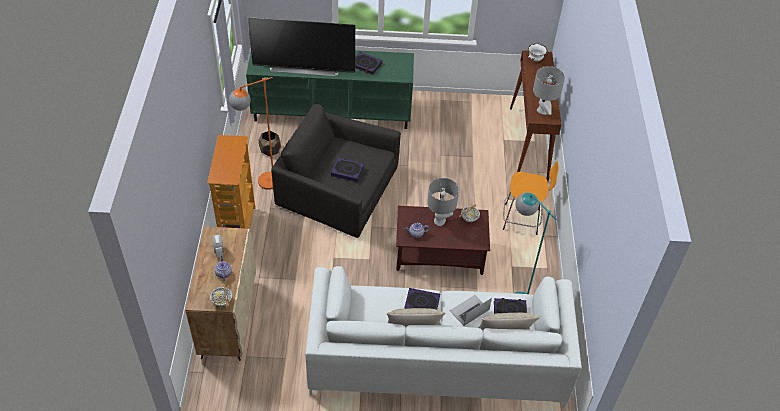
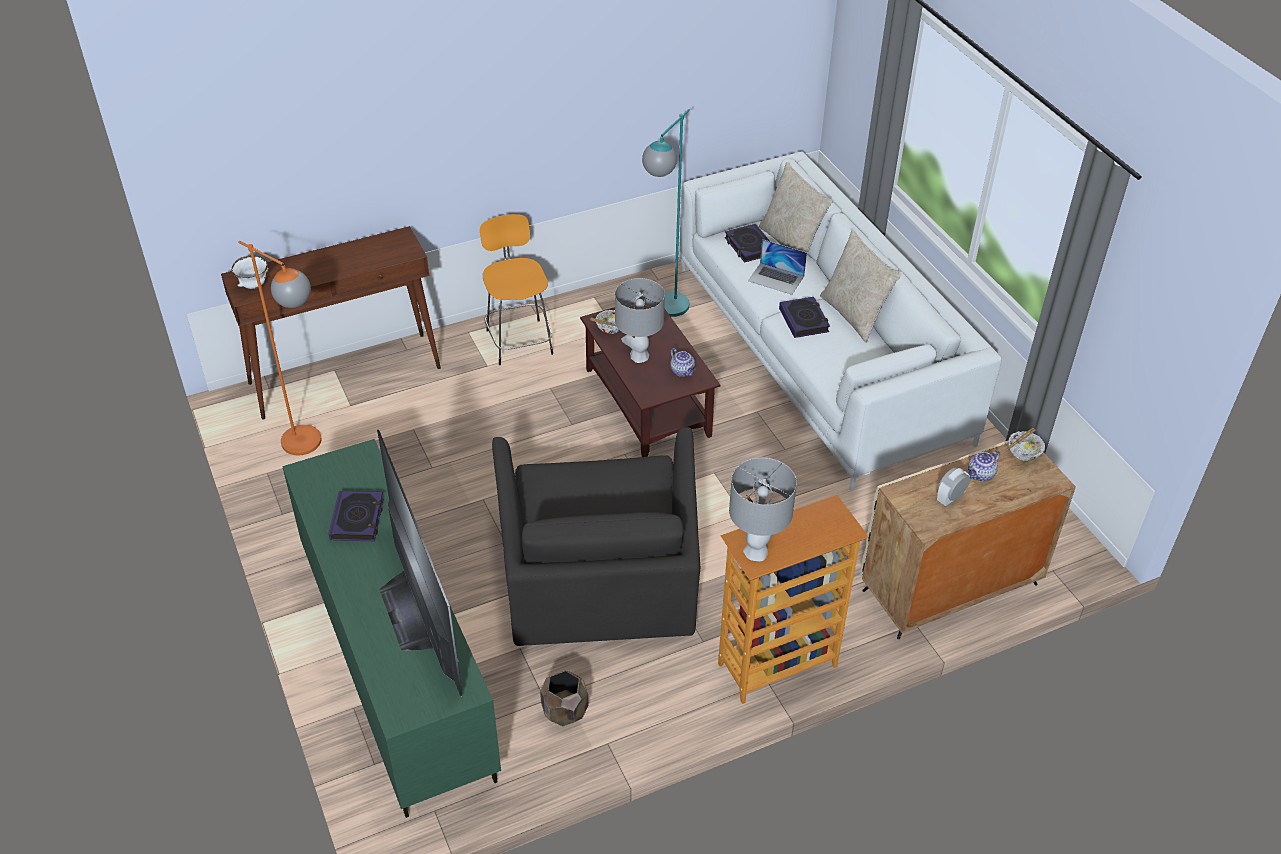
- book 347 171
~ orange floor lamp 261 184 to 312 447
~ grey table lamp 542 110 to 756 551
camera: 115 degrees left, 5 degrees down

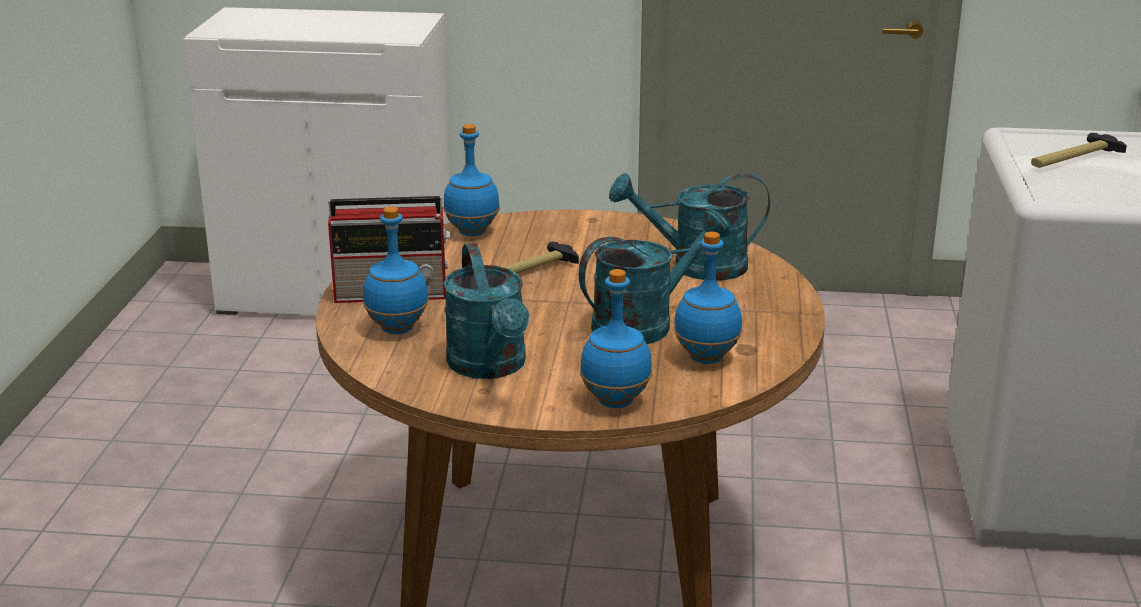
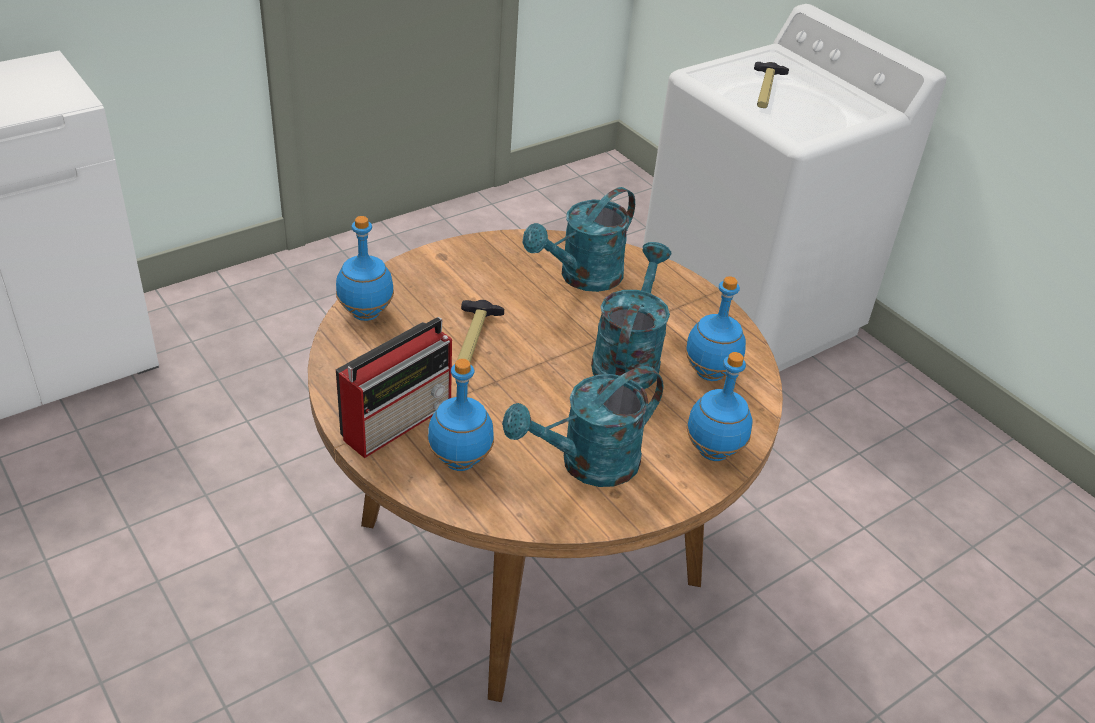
~ turquoise watering can 491 367 = 587 465 120 degrees clockwise
camera: 45 degrees left, 15 degrees up

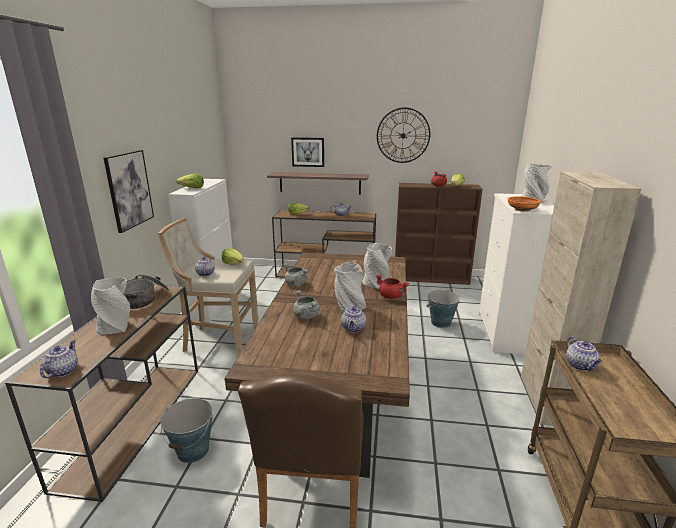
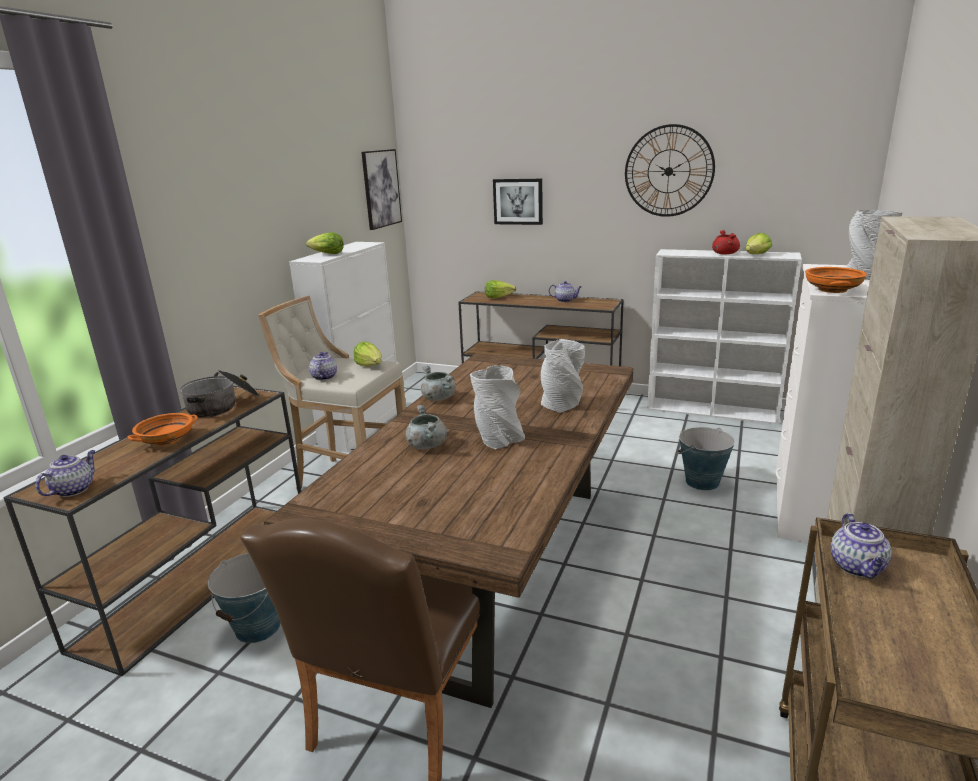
- shelf 320 183
- teapot 353 328
- red cooking pot 391 296
~ picture 129 190 to 381 188
~ grey vase 116 327 to orange bowl 167 439
~ brown bookcase 431 278 to white bookcase 713 410
camera: 15 degrees right, 0 degrees up

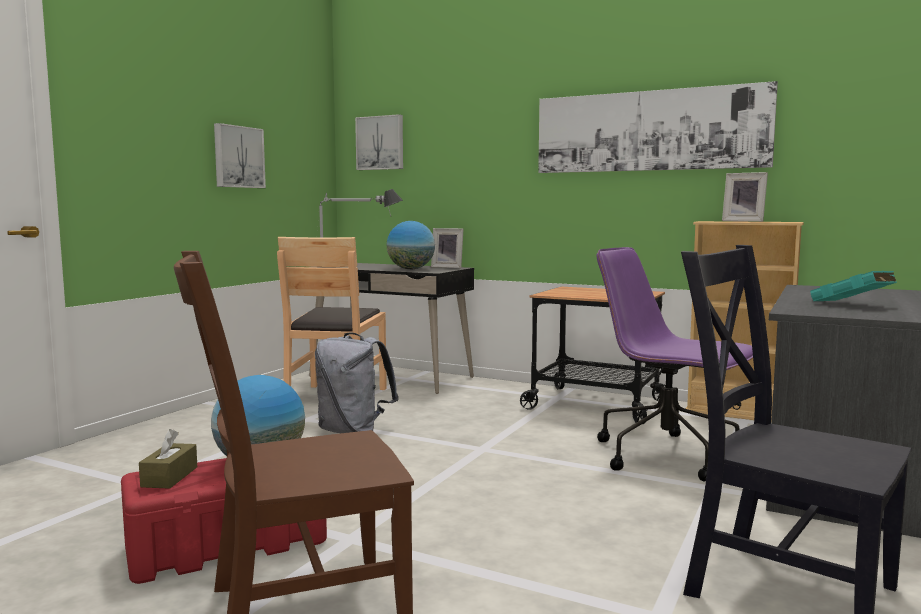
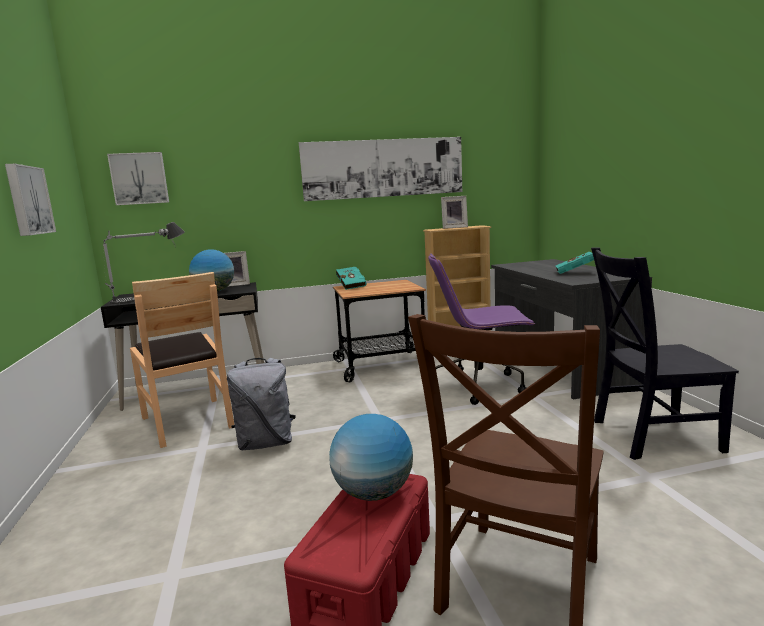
- brown tissue box 169 477
+ turquoise book 351 286
camera: 40 degrees left, 5 degrees up

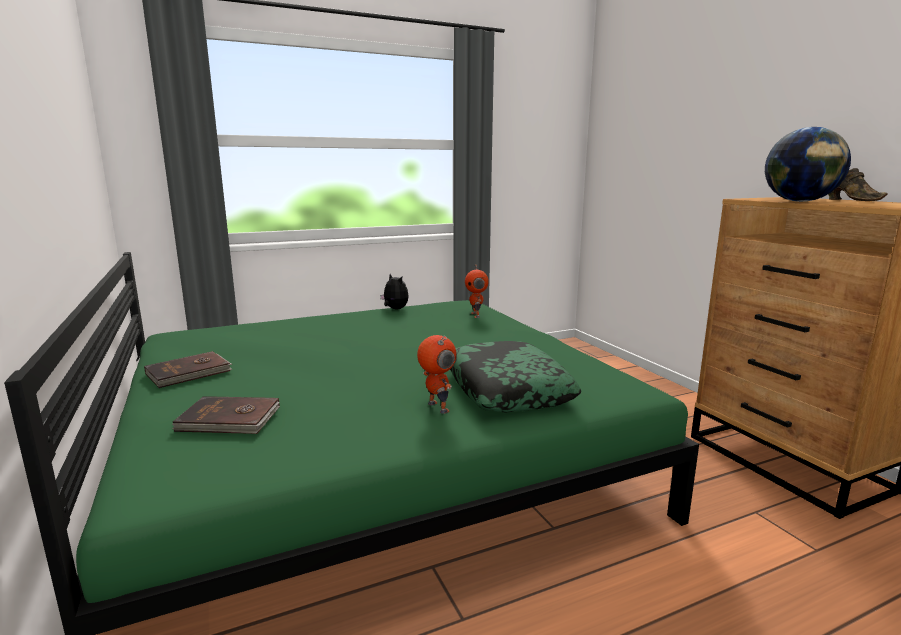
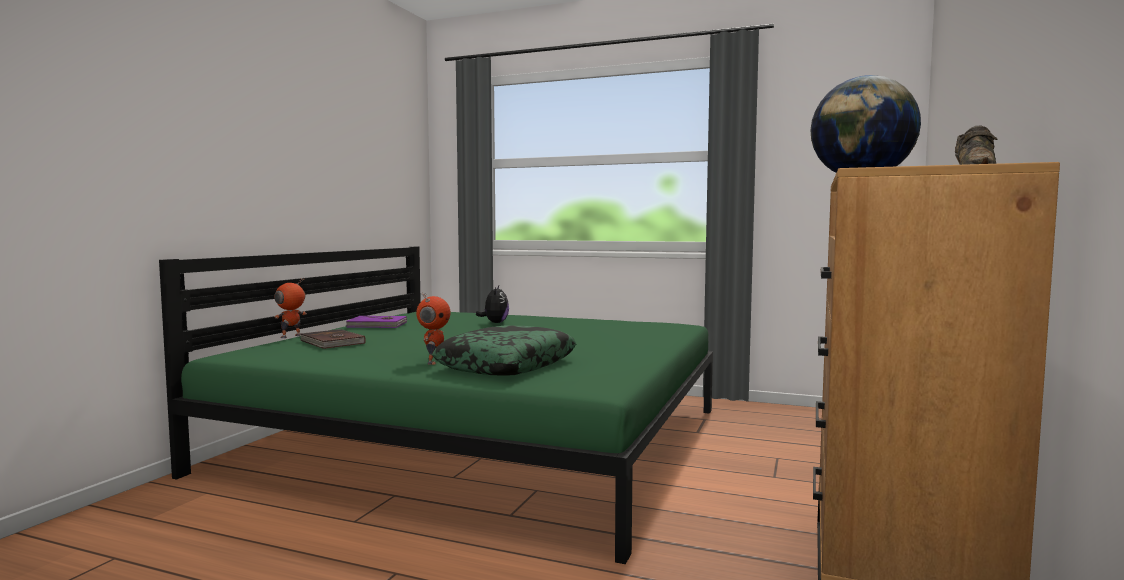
~ plush toy 394 309 to 495 323
~ toy robot 476 315 to 291 336
~ brown book 189 372 to purple book 377 325
camera: 45 degrees right, 10 degrees down

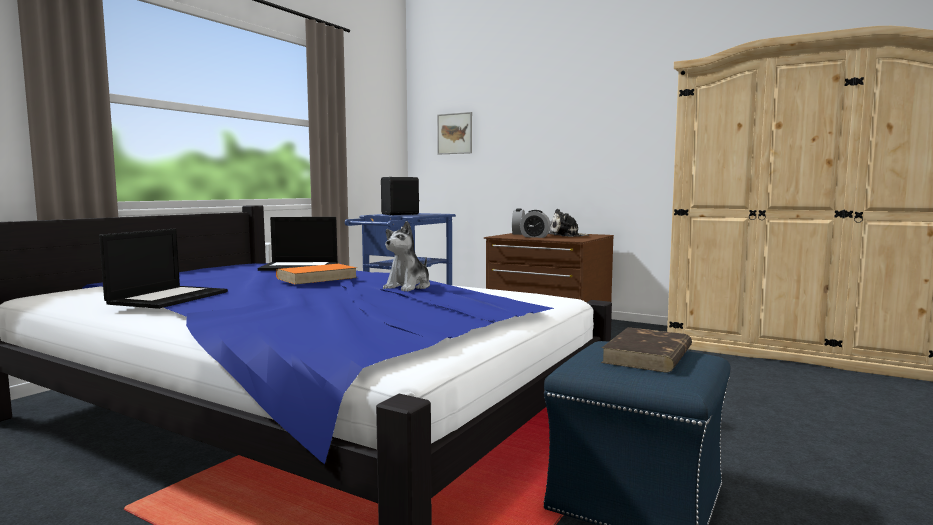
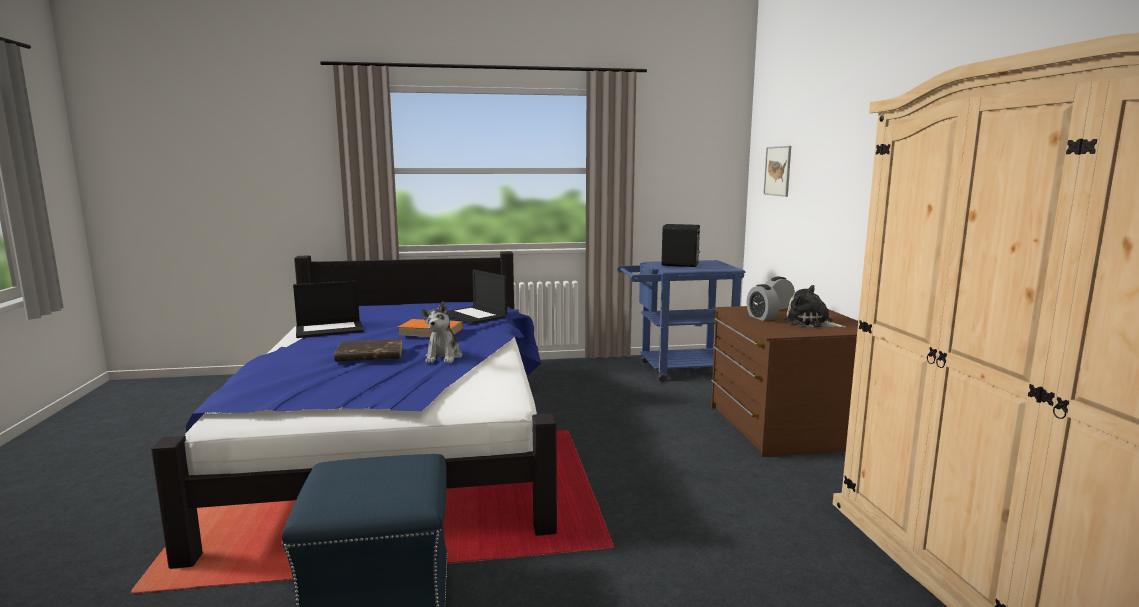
~ brown book 647 355 to 369 355
~ plush toy 408 287 = 443 357 75 degrees counterclockwise
camera: 50 degrees right, 5 degrees up

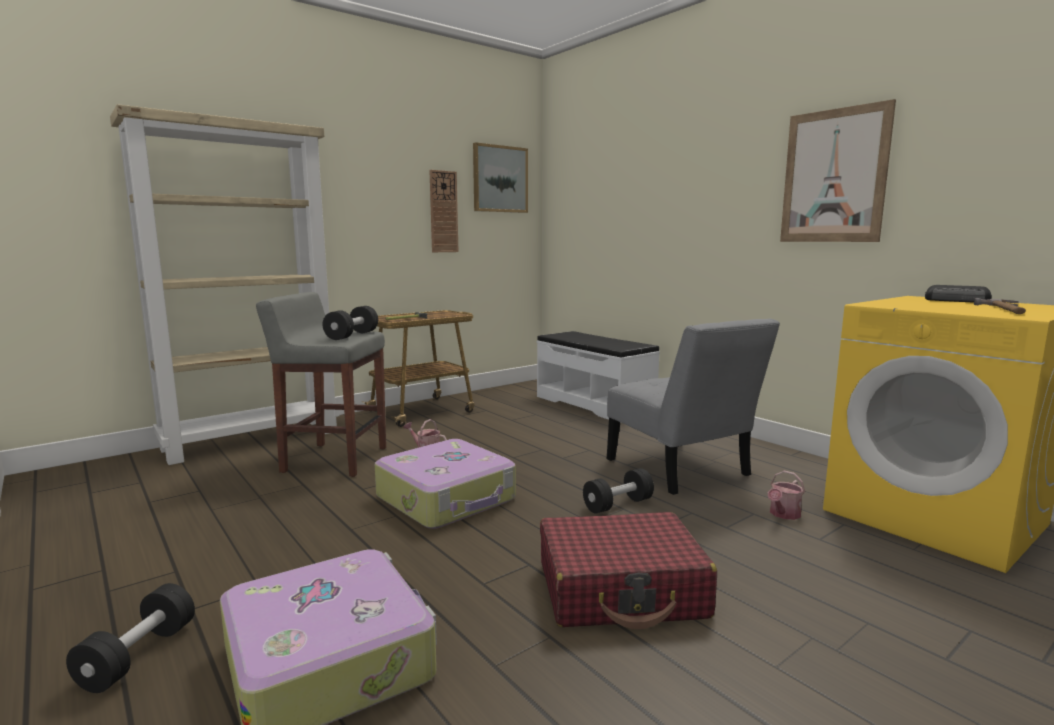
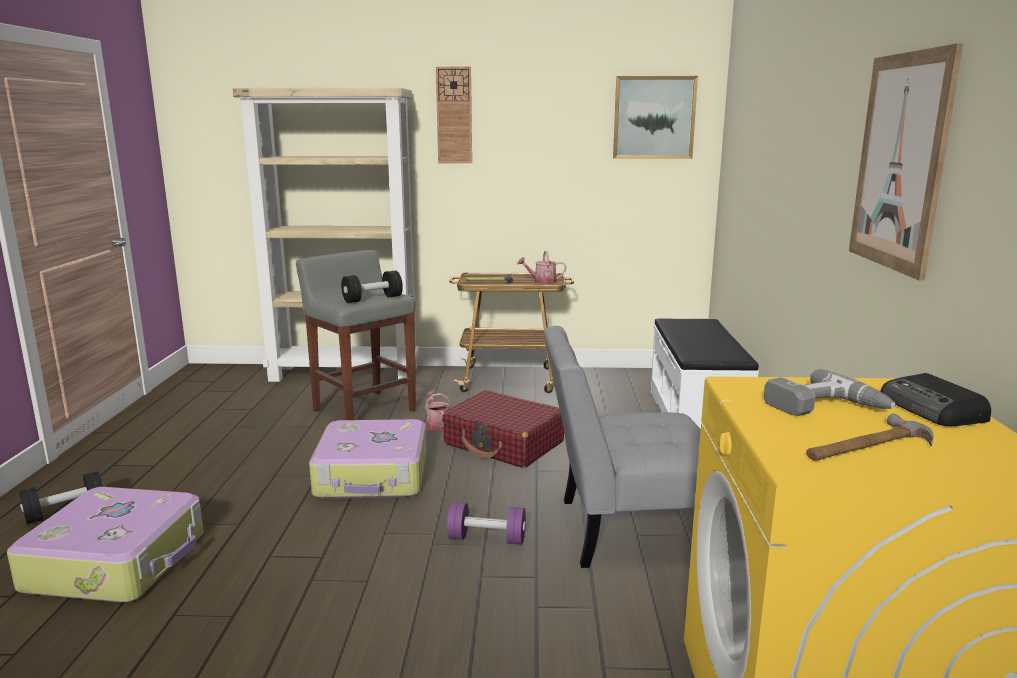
+ power drill 826 408
~ wall clock 443 212 to 454 115
~ red suitcase 621 590 to 504 443
~ watering can 783 514 to 542 282
~ black dumbbell 618 505 to purple dumbbell 487 538
~ grey chair 681 470 = 624 530 75 degrees clockwise
camera: 40 degrees right, 5 degrees up

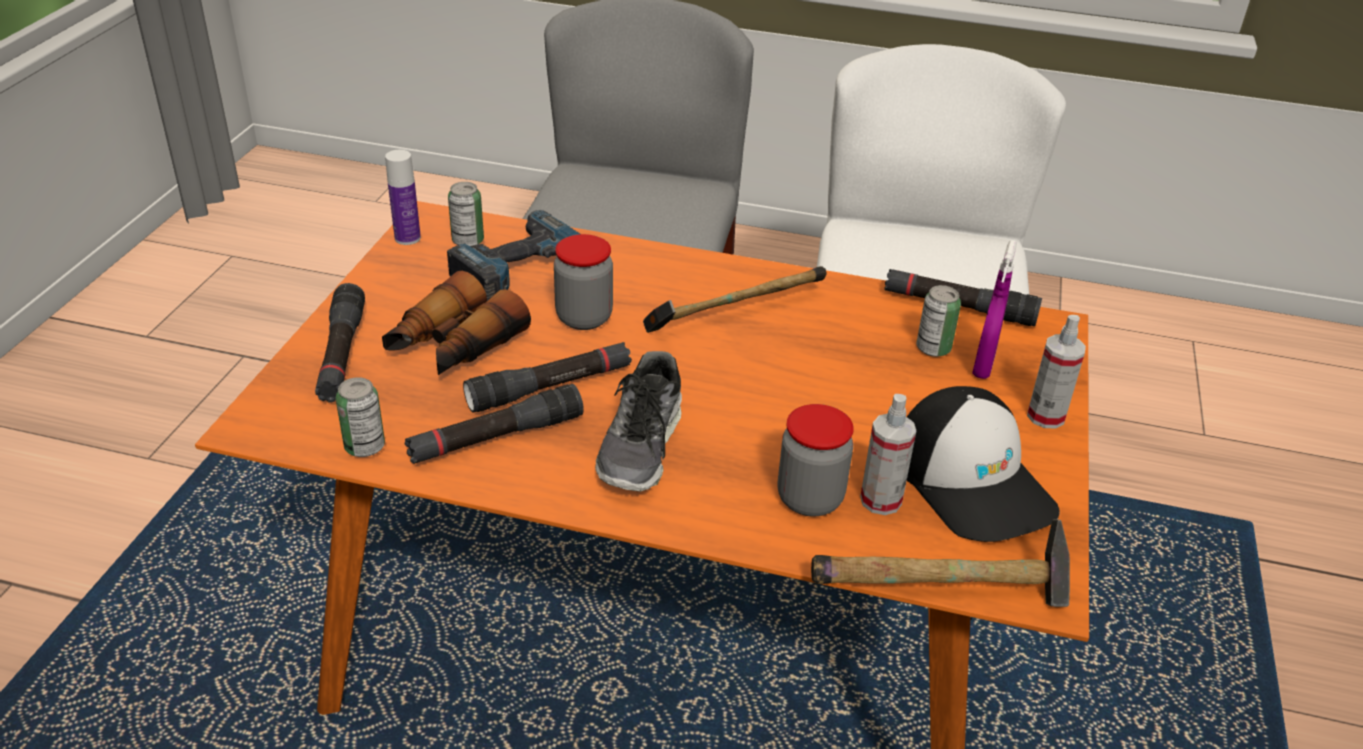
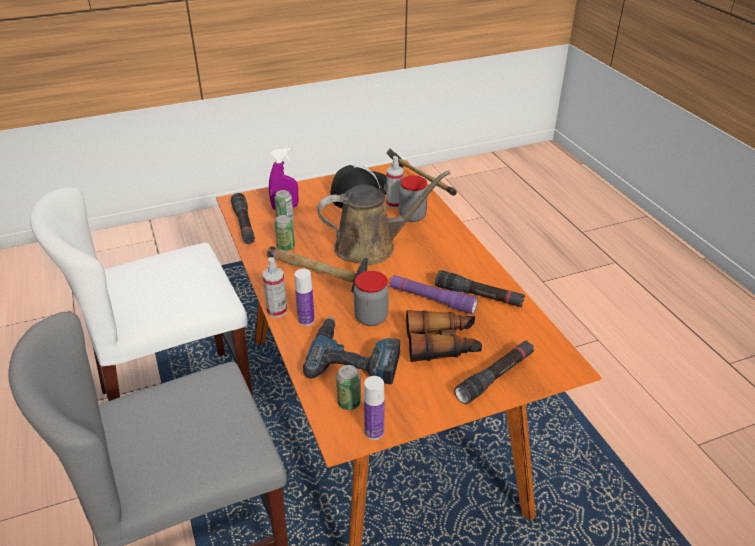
- shoe 642 446
+ bottle 306 320
+ brown watering can 371 246
~ can 365 447 to 286 247
~ spray bottle 1045 416 to 277 311
~ black flashlight 550 387 to purple flashlight 431 299
camera: 125 degrees left, 0 degrees up

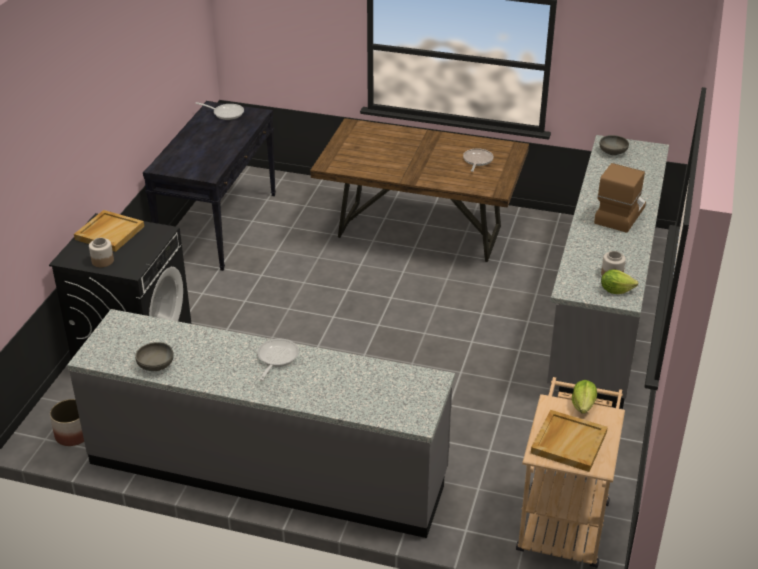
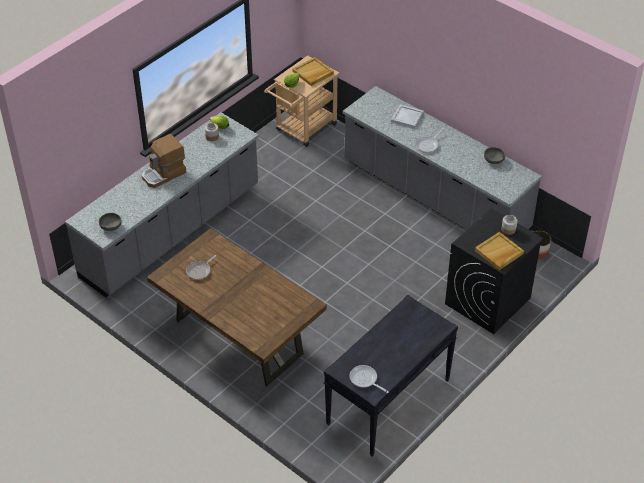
+ white tray 407 117
camera: 155 degrees left, 10 degrees up

